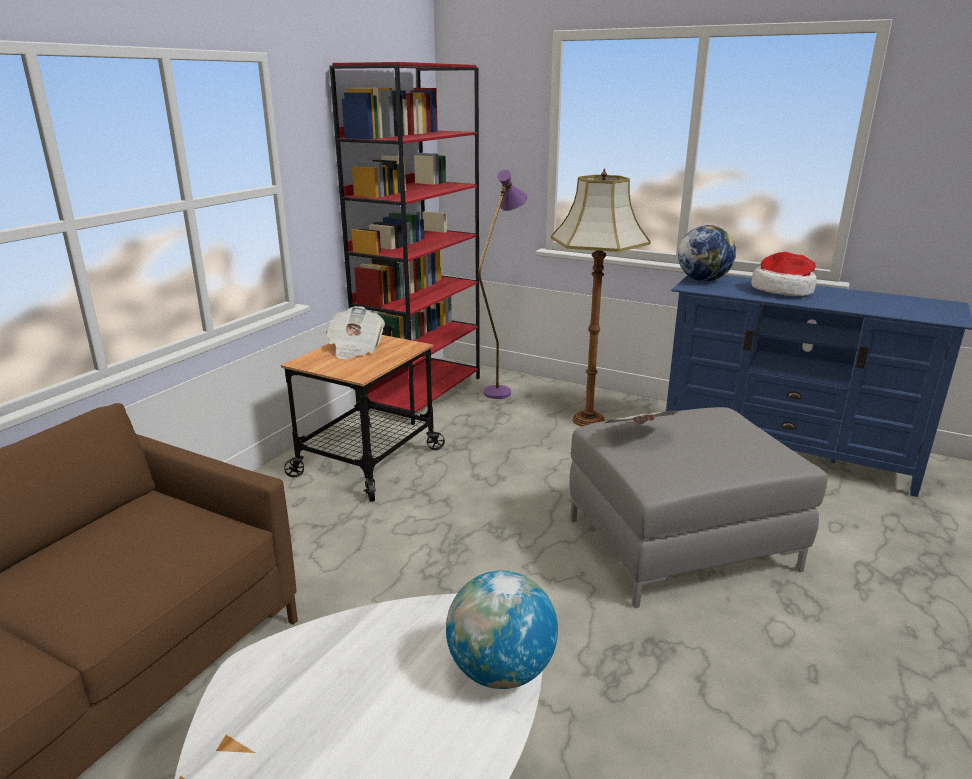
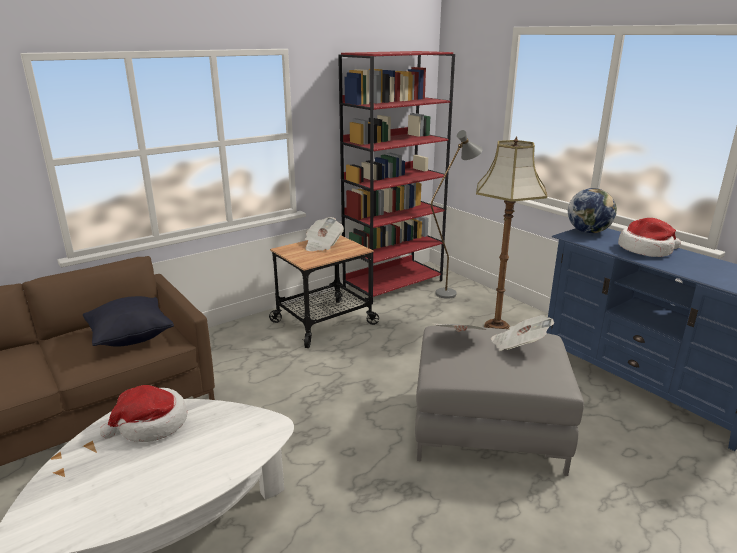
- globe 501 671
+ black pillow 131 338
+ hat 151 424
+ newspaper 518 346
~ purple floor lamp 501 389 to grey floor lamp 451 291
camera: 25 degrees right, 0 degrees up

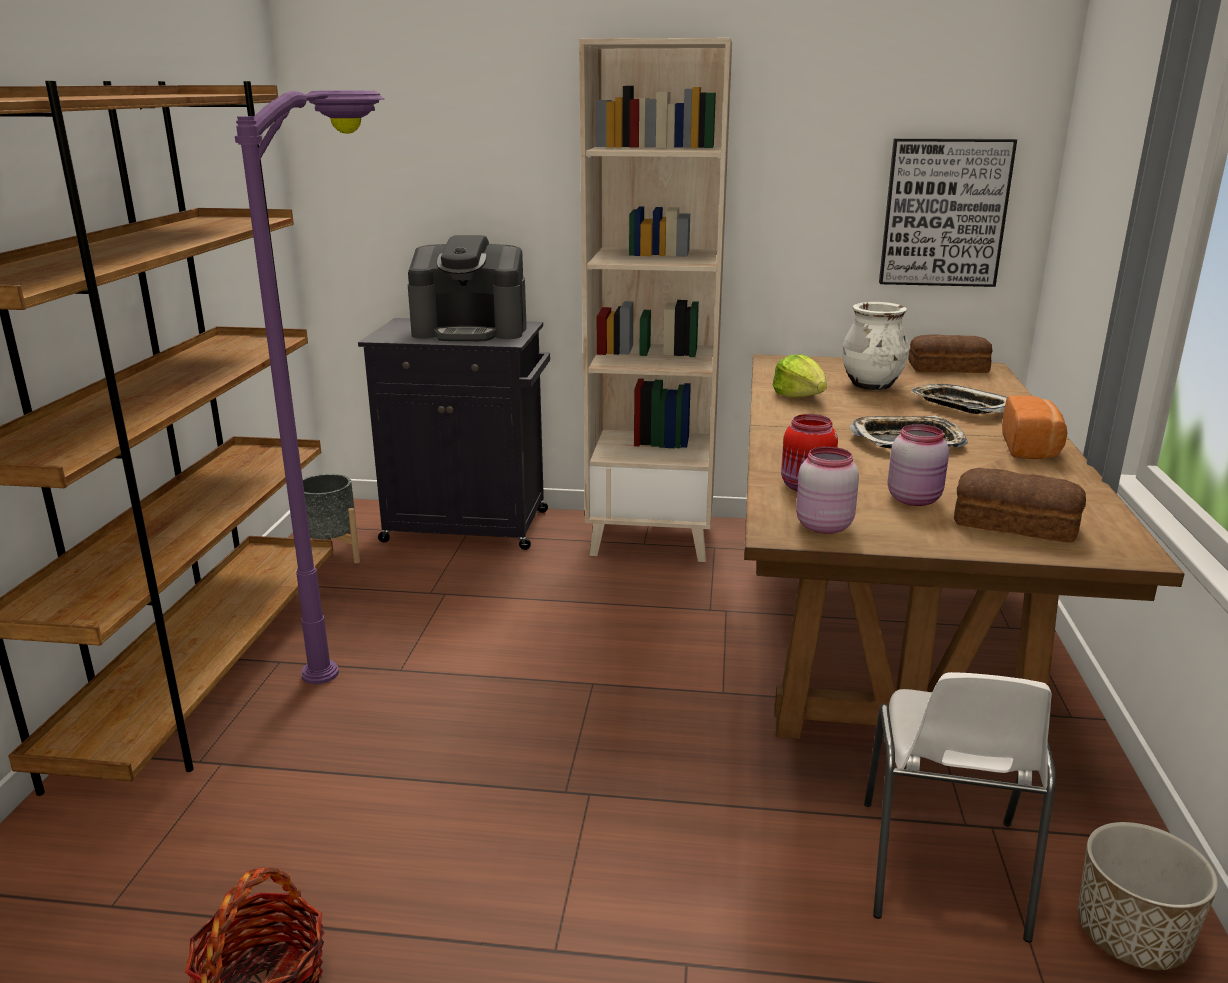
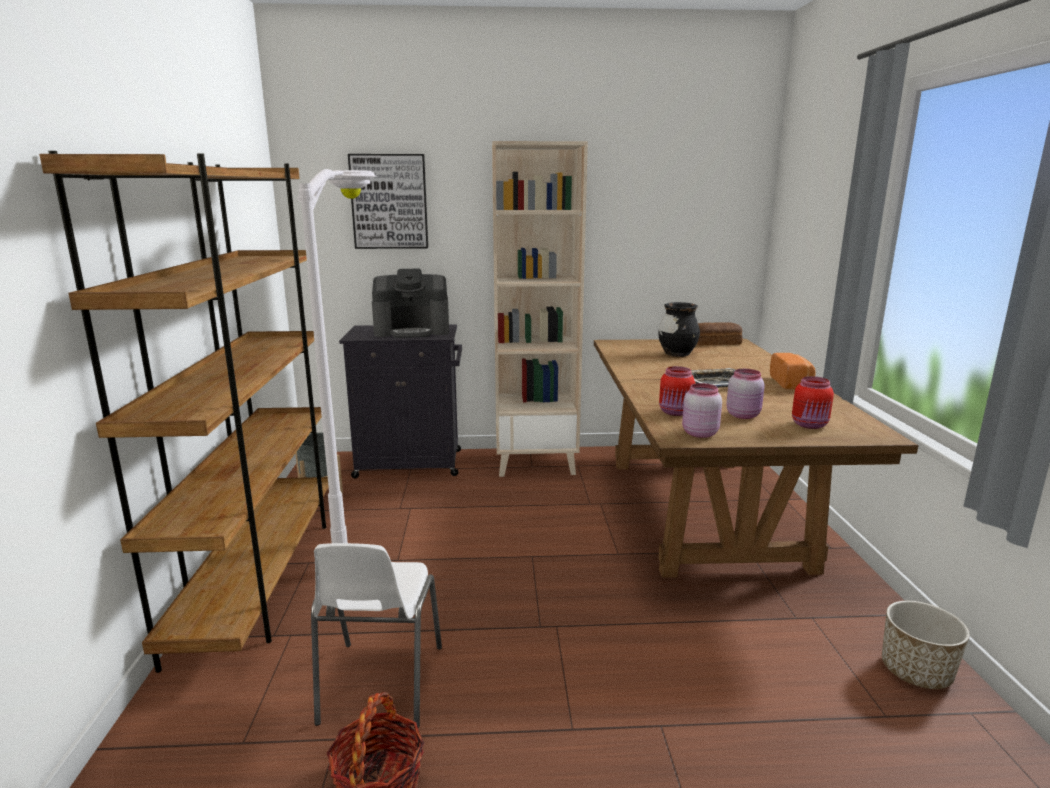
- lettuce 800 396
- tray 960 406
~ white chair 942 871 to 379 686
~ picture 944 213 to 389 202
~ bread 1016 524 to red jar 810 425
~ purple floor lamp 374 620 to white floor lamp 367 529
~ white vase 871 386 to black vase 677 354
camera: 10 degrees left, 5 degrees down

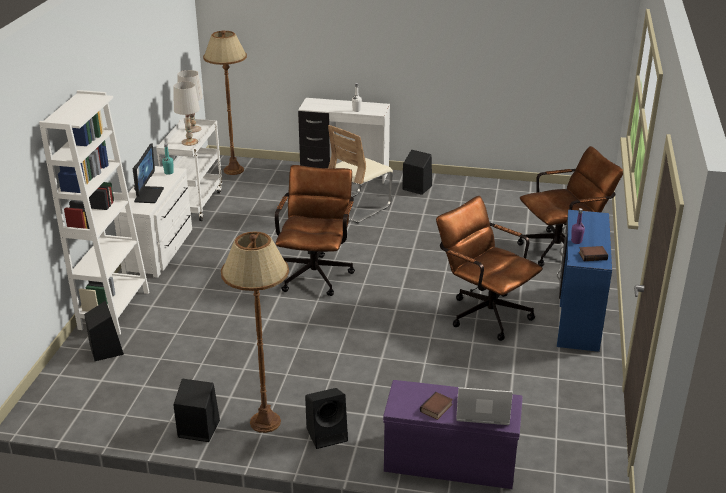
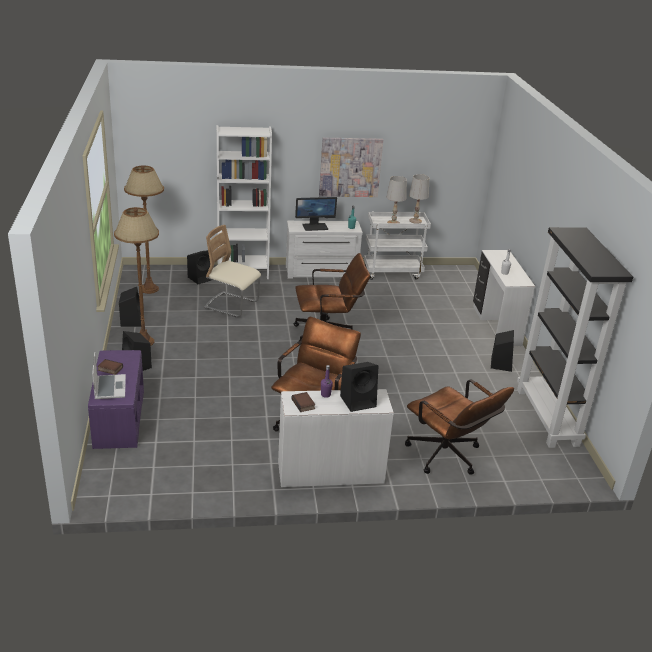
+ picture 350 167
+ black speaker 358 401
+ black bookcase 548 417
~ brown floor lamp 233 170 to 149 289
~ beige chair 358 207 to 232 305
~ blue desk 576 317 to white desk 330 471
camera: 70 degrees right, 0 degrees up

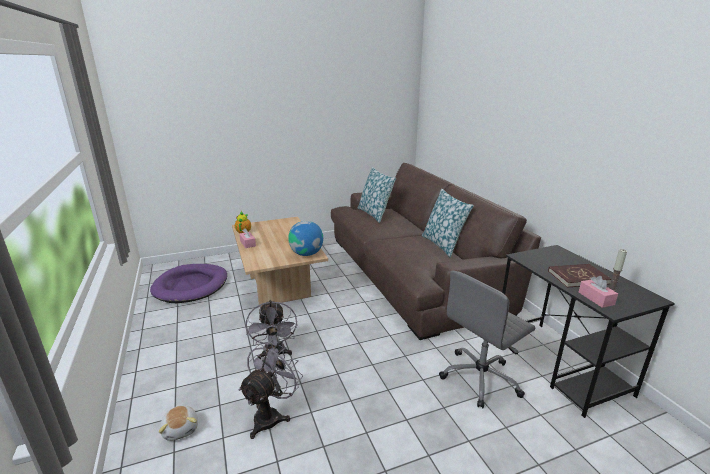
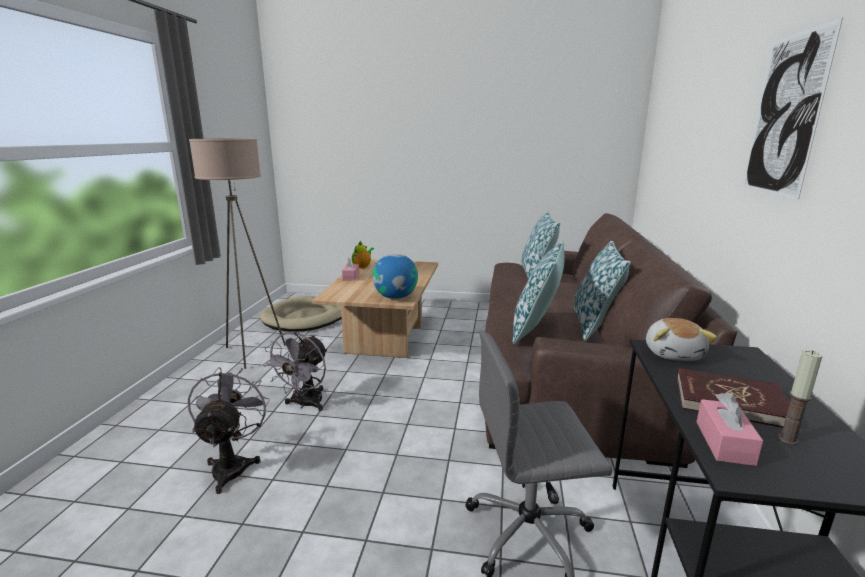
+ beige floor lamp 252 353
+ pillow 536 328
+ picture 784 115
~ plush toy 181 429 to 673 353
~ purple dog bed 191 286 to beige dog bed 305 318
~ grey fan 271 415 = 233 465 60 degrees counterclockwise
camera: 30 degrees right, 5 degrees down

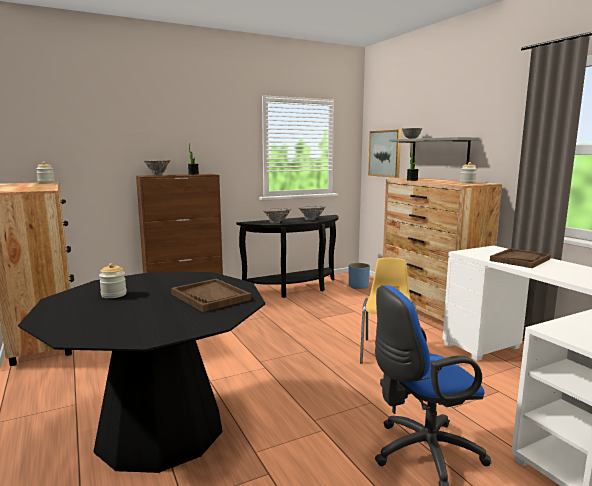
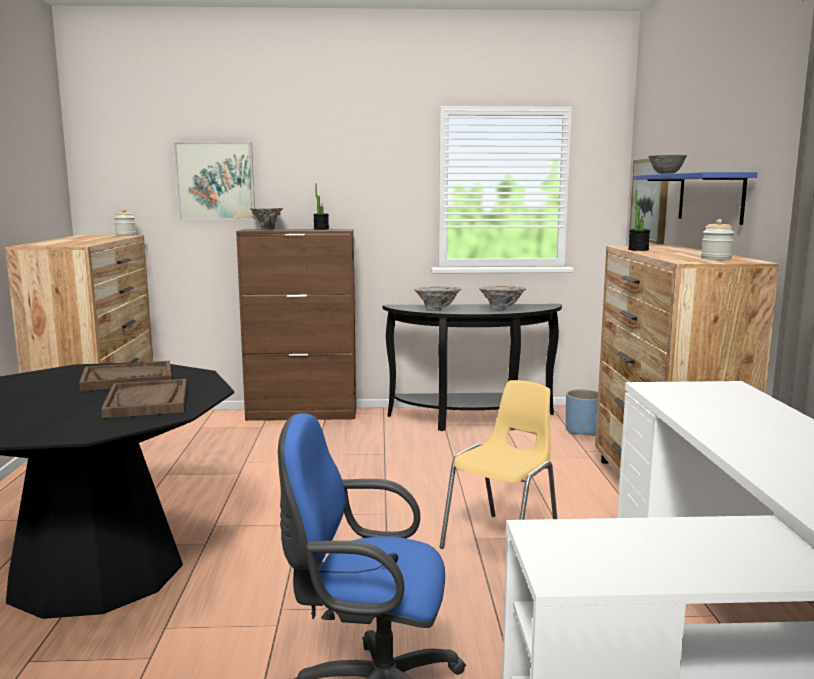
- jar 114 294
+ picture 215 181
~ brown tray 520 260 to 128 378
~ grey shelf 439 151 to blue shelf 710 197
camera: 25 degrees right, 0 degrees up

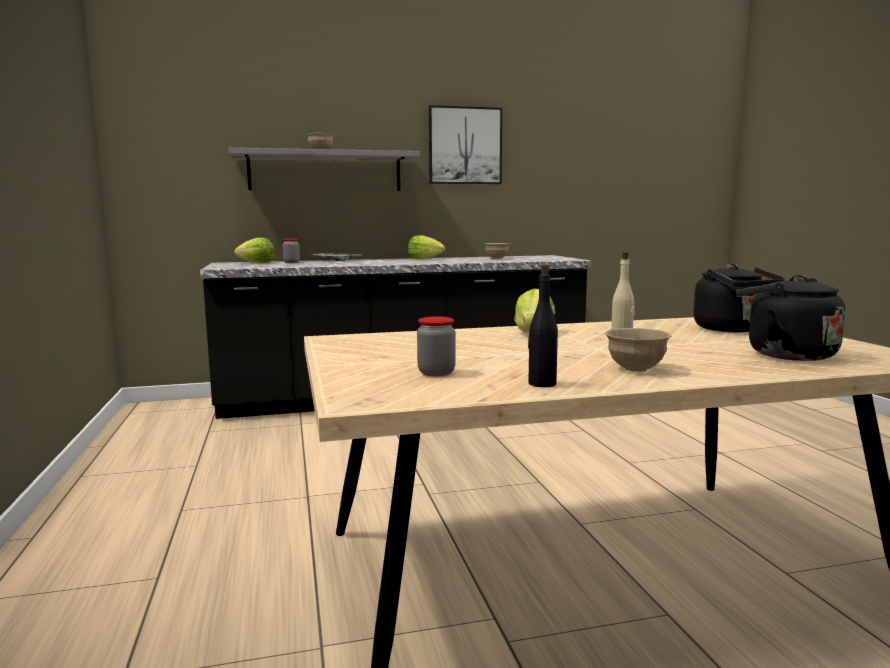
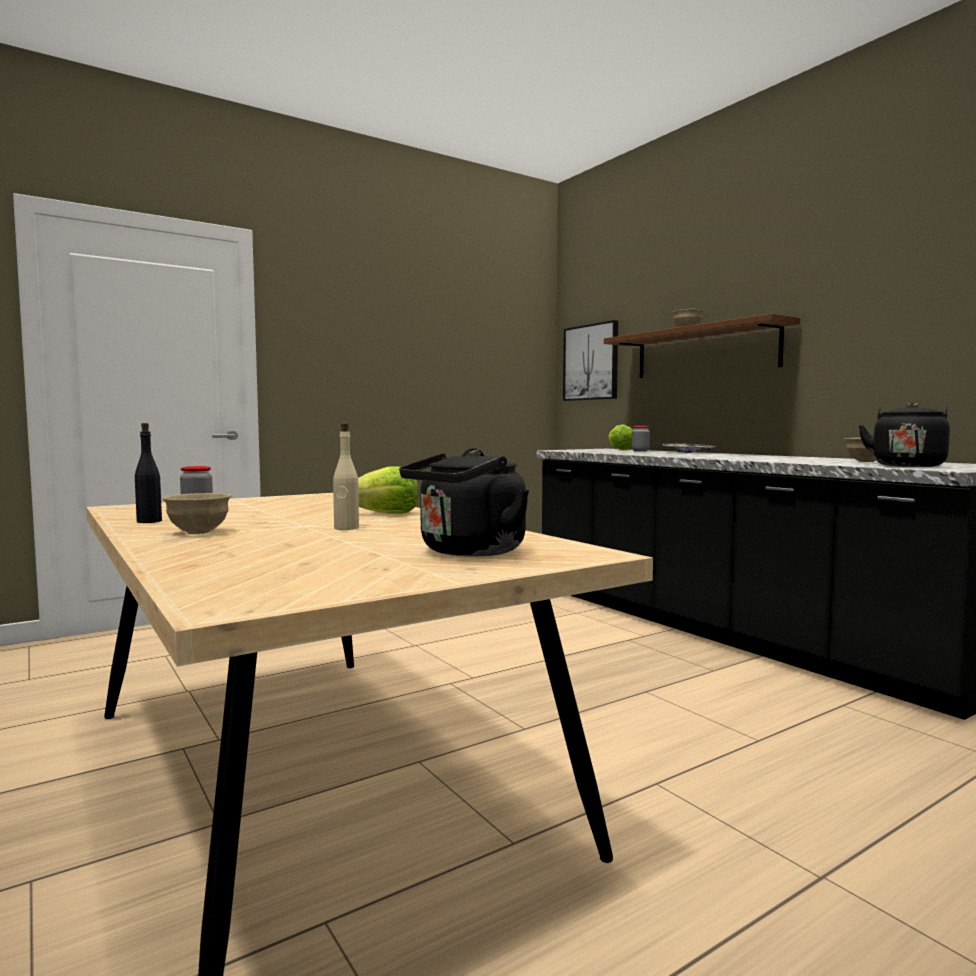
- lettuce 424 258
~ picture 465 146 to 591 362
~ black kettle 785 354 to 907 465
~ grey shelf 325 171 to brown shelf 704 351
camera: 70 degrees right, 5 degrees down

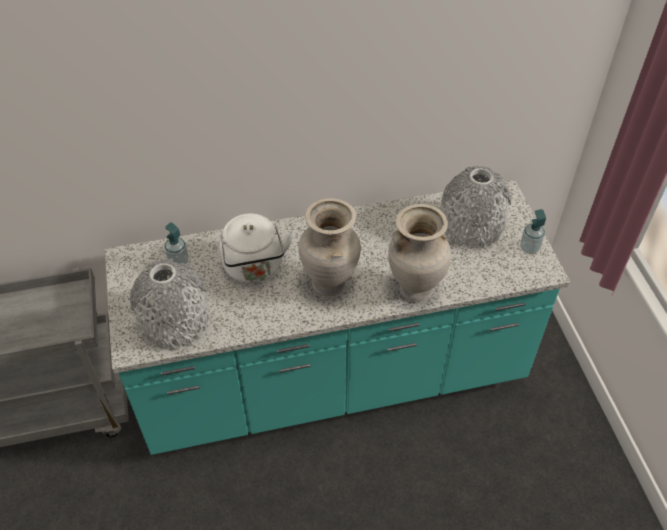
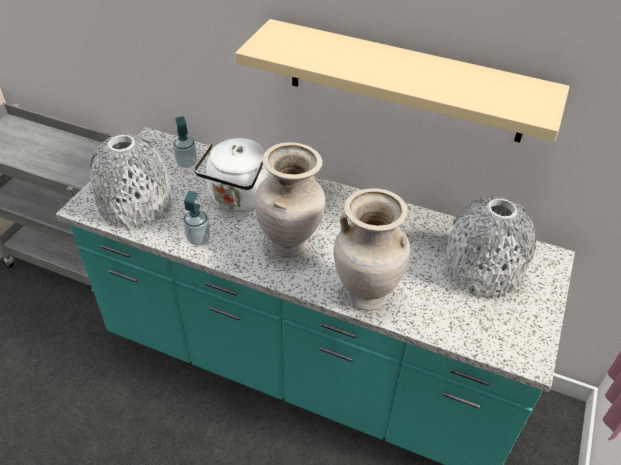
+ beige shelf 405 81
~ soap dispenser 529 248 to 198 239
camera: 35 degrees right, 5 degrees down

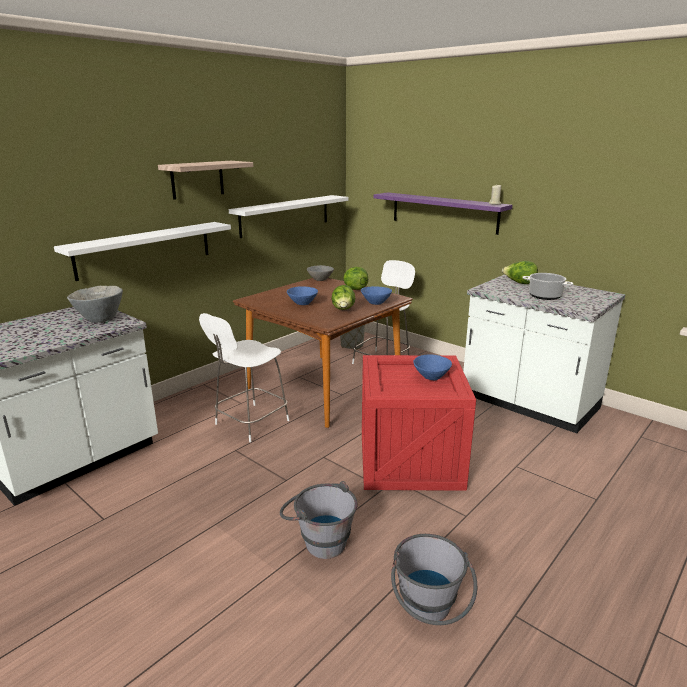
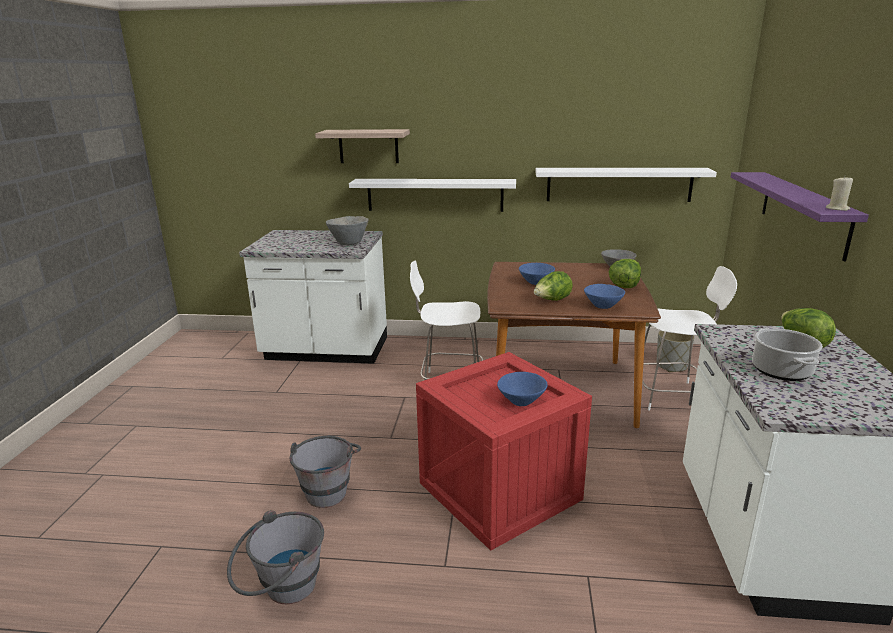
~ shelf 197 179 to 368 146
camera: 55 degrees right, 0 degrees up

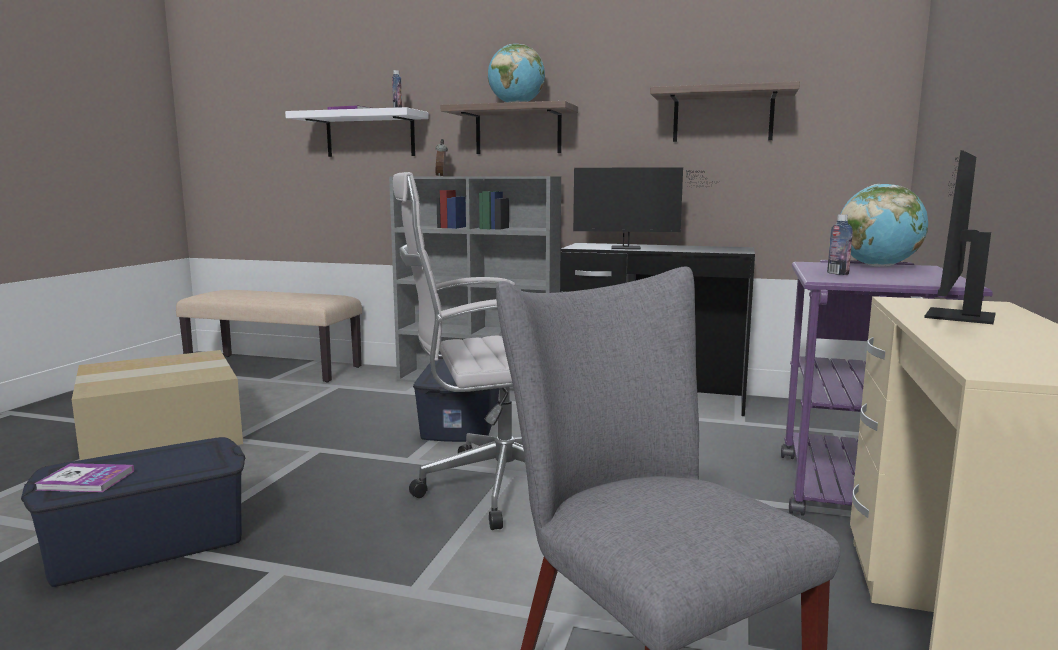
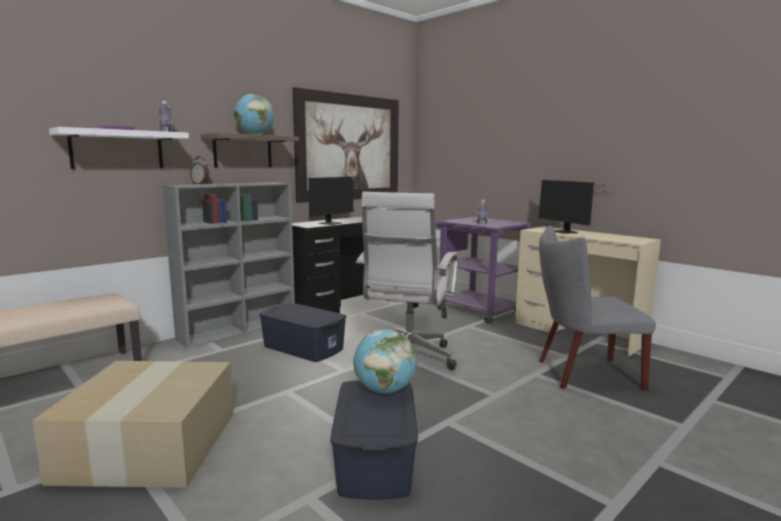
- book 86 480
~ globe 877 266 to 385 390
~ shelf 723 116 to picture 349 148
camera: 60 degrees left, 0 degrees up

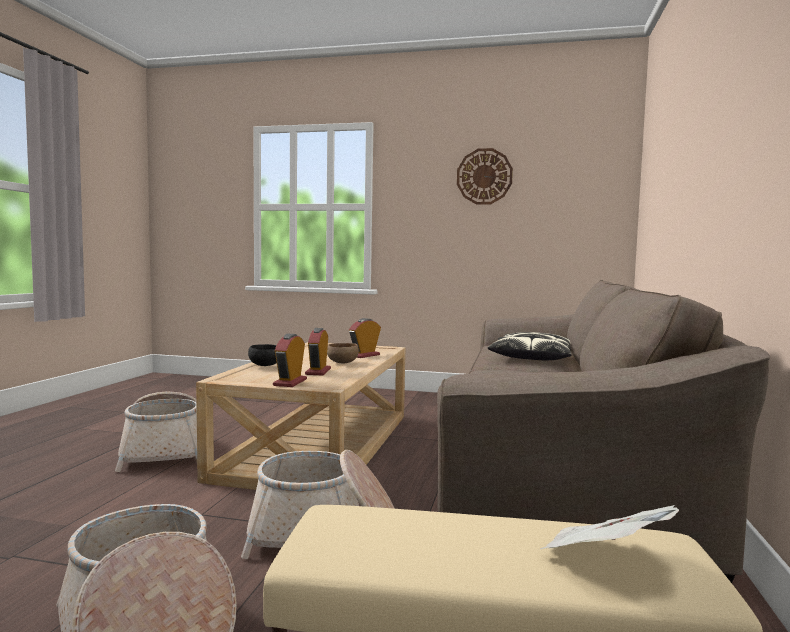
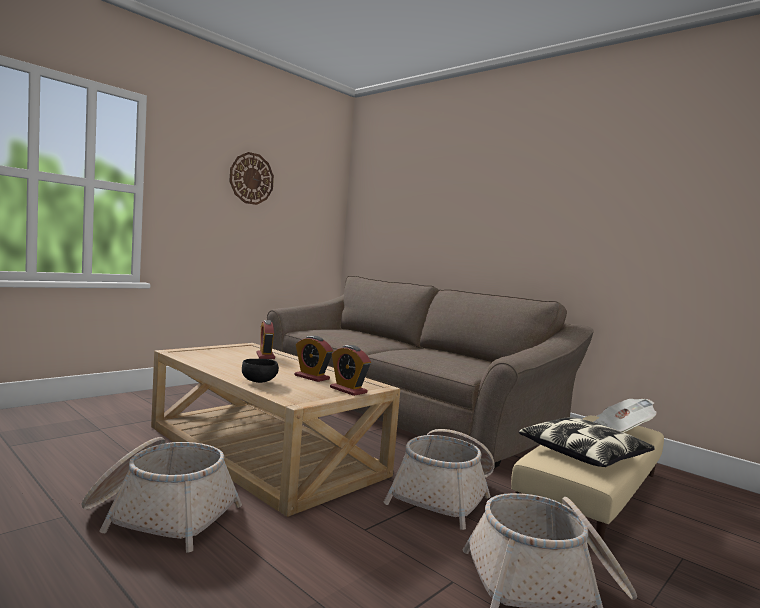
- brown bowl 341 362
~ pillow 533 358 to 584 454
camera: 60 degrees left, 0 degrees up

